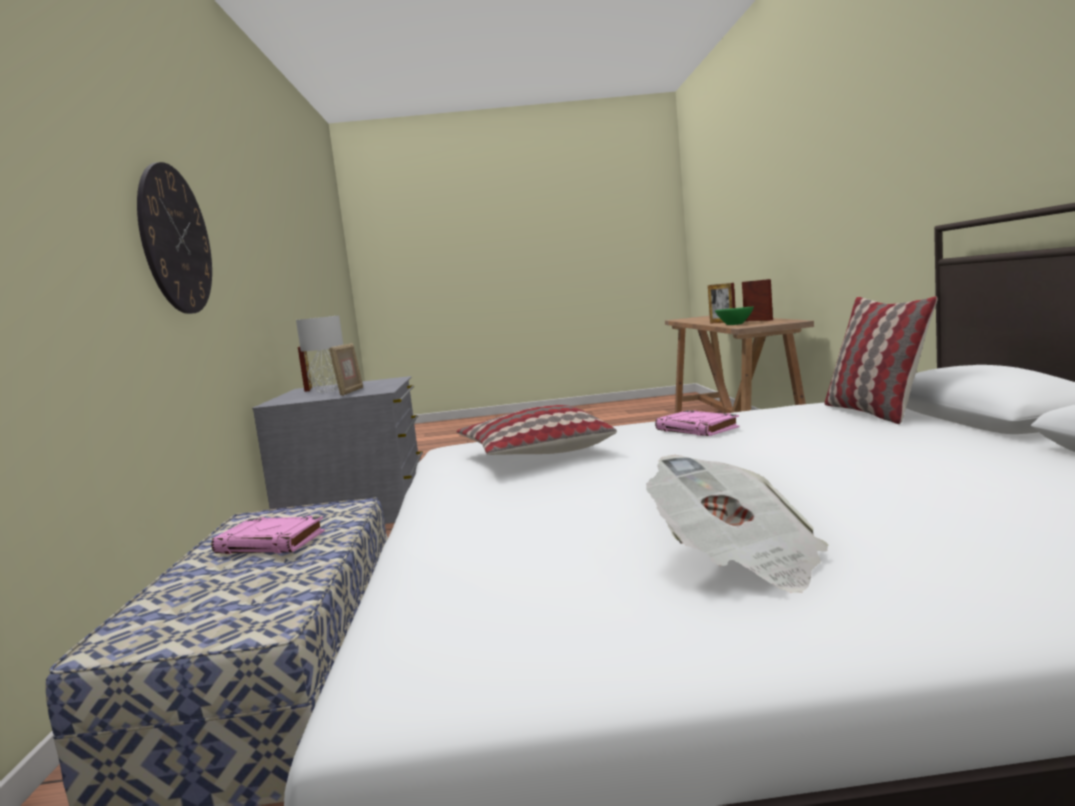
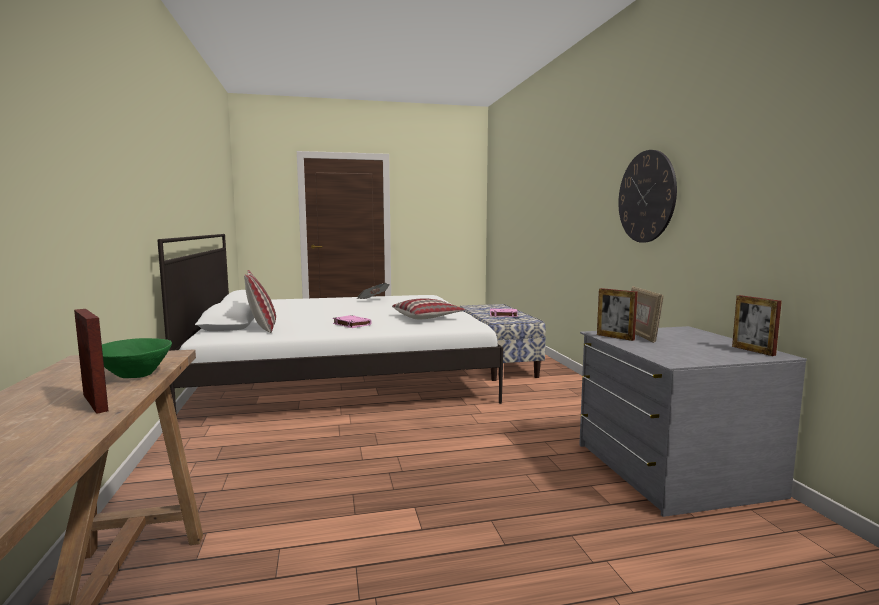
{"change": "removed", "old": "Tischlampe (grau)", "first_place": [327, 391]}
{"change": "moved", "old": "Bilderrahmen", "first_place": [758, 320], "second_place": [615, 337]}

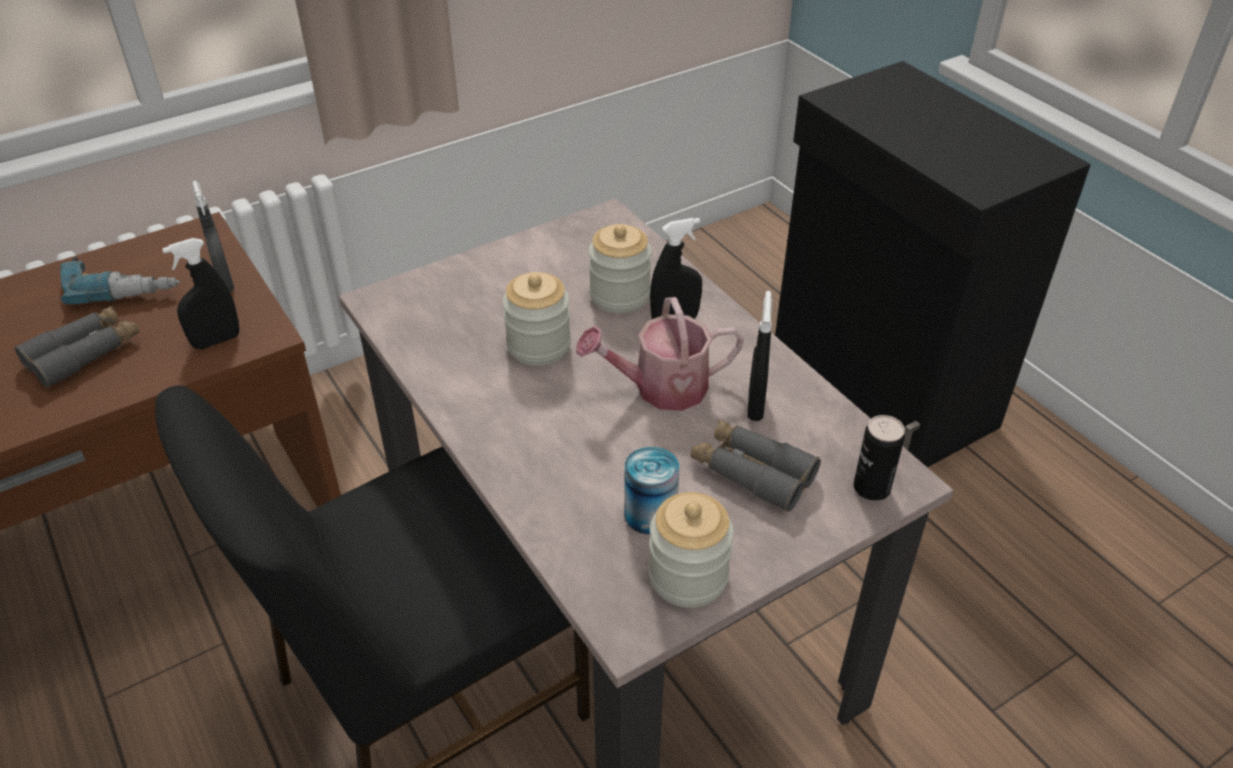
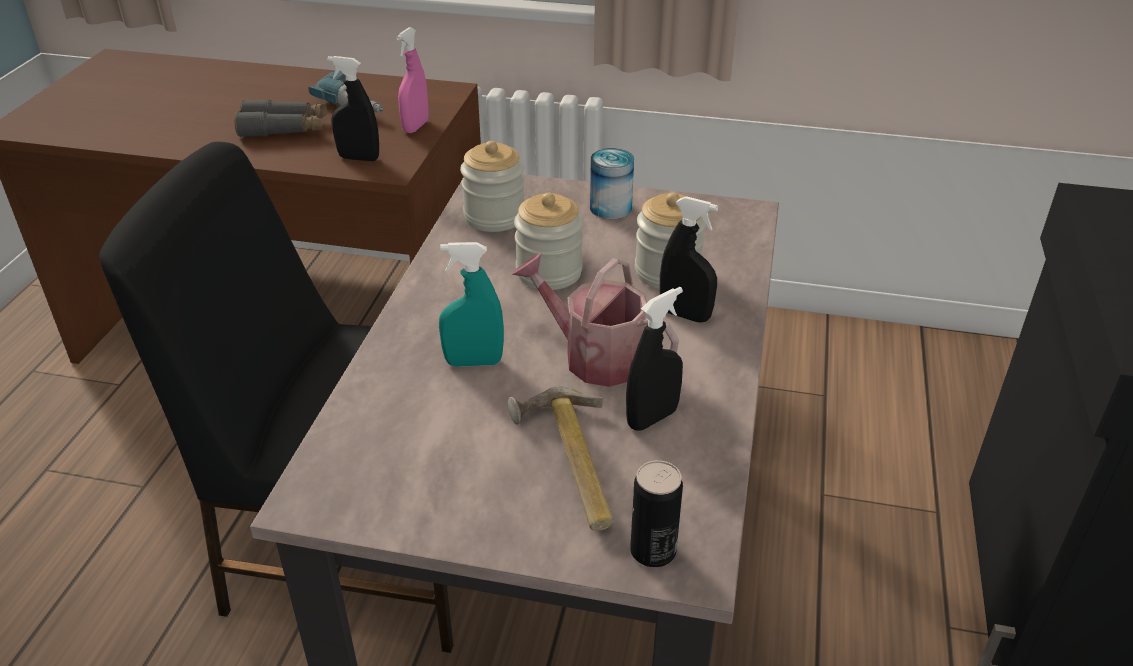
{"change": "recoloured", "old": "Sprühflasche (grau)", "new": "Sprühflasche (rosa)", "first_place": [225, 282], "second_place": [415, 127]}
{"change": "moved", "old": "Dose", "first_place": [650, 514], "second_place": [610, 208]}
{"change": "moved", "old": "Vorratsglas", "first_place": [688, 576], "second_place": [494, 217]}
{"change": "replaced", "old": "Fernglas (grau)", "new": "Hammer", "first_place": [752, 472], "second_place": [568, 464]}
{"change": "added", "new": "Sprühflasche (türkis)", "second_place": [473, 362]}

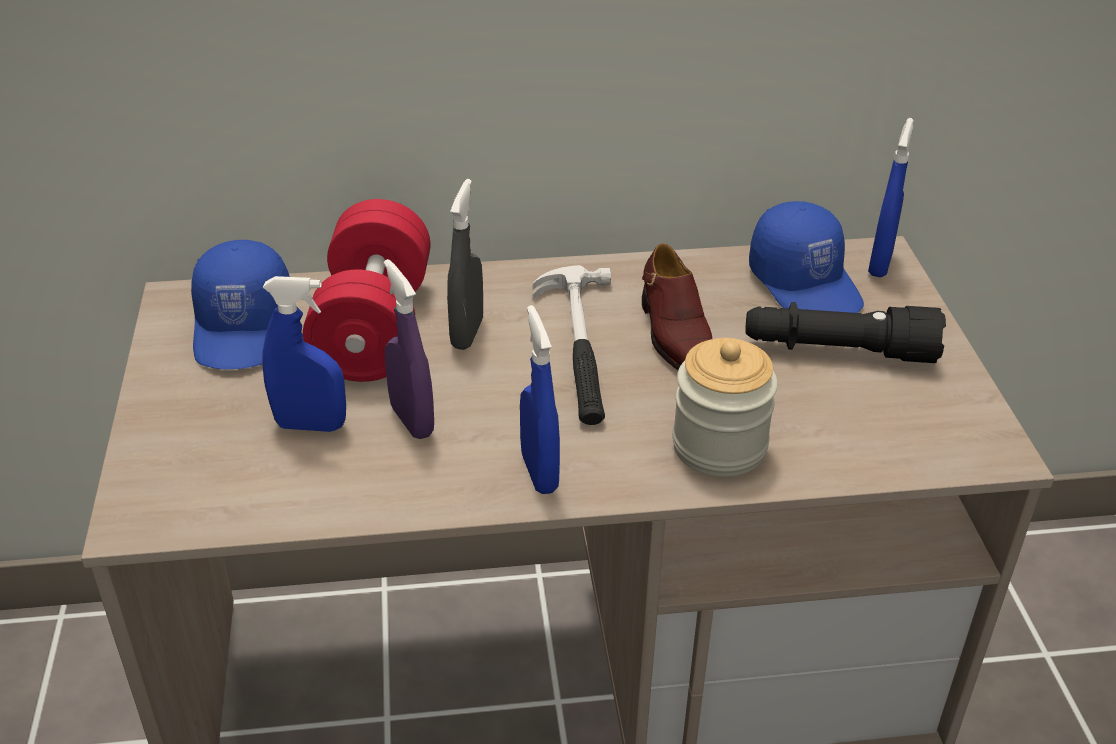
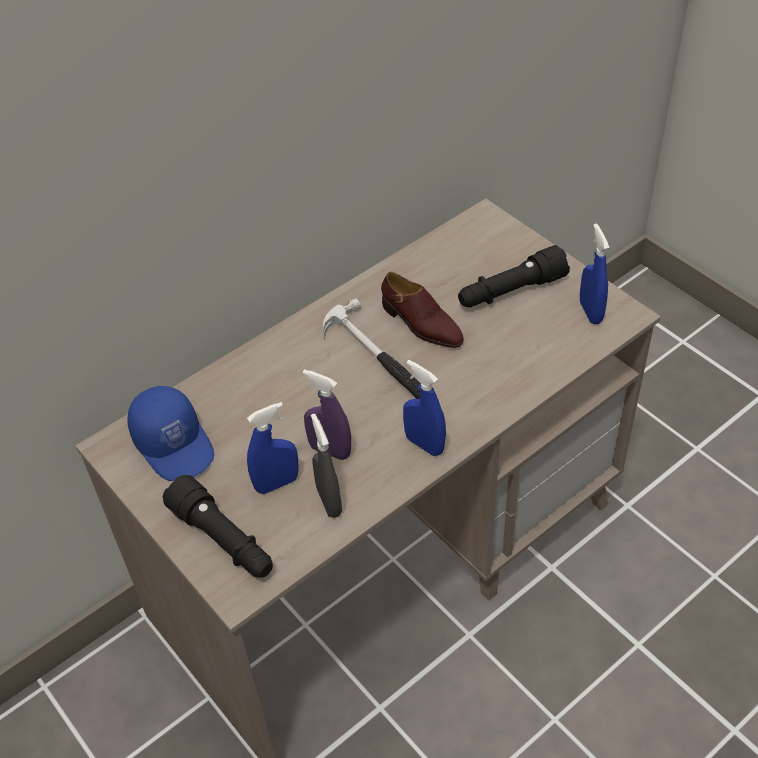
{"change": "removed", "old": "Hantel (rot)", "first_place": [374, 328]}
{"change": "moved", "old": "Sprühflasche (grau)", "first_place": [467, 333], "second_place": [329, 501]}
{"change": "removed", "old": "Vorratsglas", "first_place": [719, 446]}
{"change": "removed", "old": "Kappe (blau)", "first_place": [806, 284]}
{"change": "moved", "old": "Sprühflasche (blau)", "first_place": [880, 264], "second_place": [590, 312]}
{"change": "added", "new": "Taschenlampe (schwarz)", "second_place": [223, 540]}

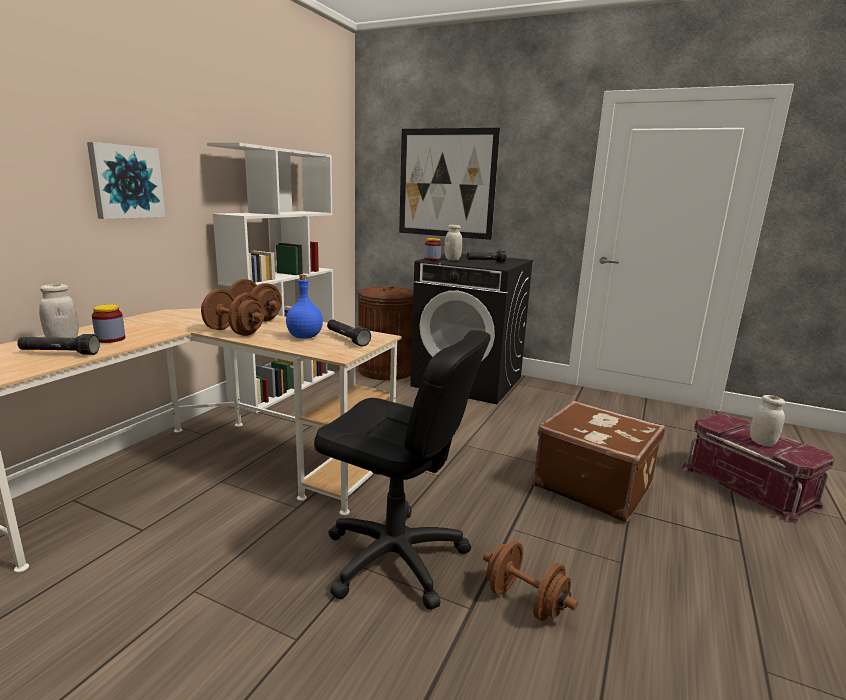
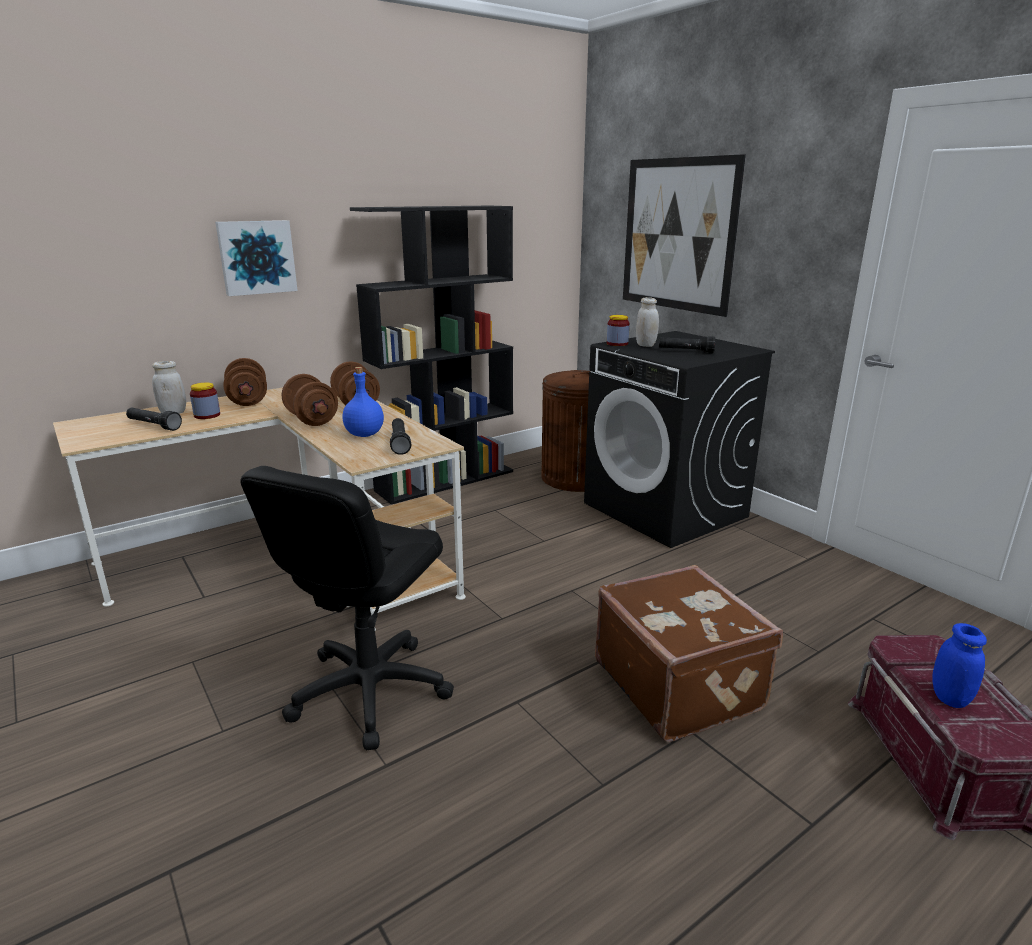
{"change": "recoloured", "old": "Bücherregal (weiß)", "new": "Bücherregal (schwarz)", "first_place": [285, 387], "second_place": [446, 480]}
{"change": "turned", "old": "Bürostuhl (schwarz)", "first_place": [395, 558], "second_place": [369, 690], "degrees": 60}
{"change": "moved", "old": "Hantel (braun)", "first_place": [525, 601], "second_place": [248, 400]}
{"change": "recoloured", "old": "Vorratsglas (weiß)", "new": "Vorratsglas (blau)", "first_place": [762, 443], "second_place": [949, 698]}

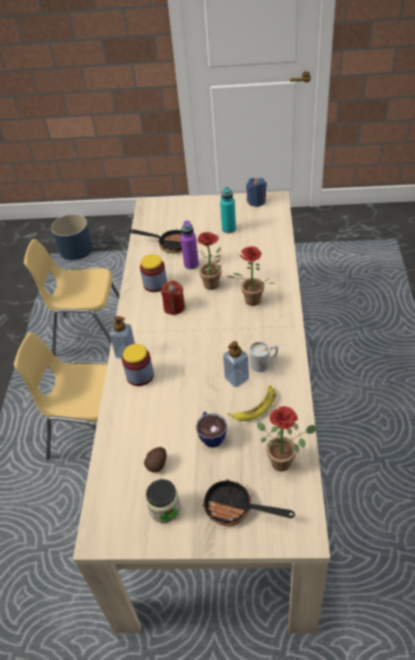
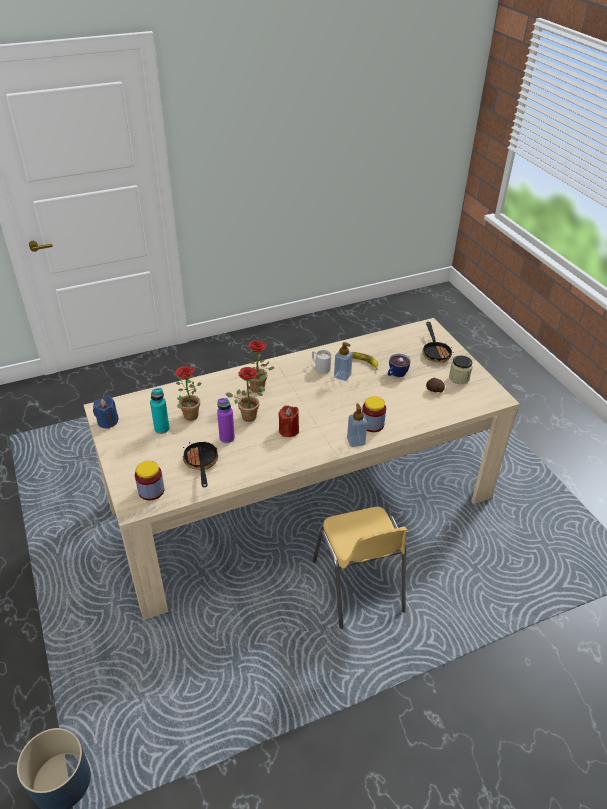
{"change": "removed", "old": "Stuhl (gelb)", "first_place": [91, 335]}
{"change": "moved", "old": "Vorratsglas", "first_place": [155, 284], "second_place": [151, 491]}
{"change": "moved", "old": "Topfpflanze", "first_place": [284, 460], "second_place": [188, 414]}

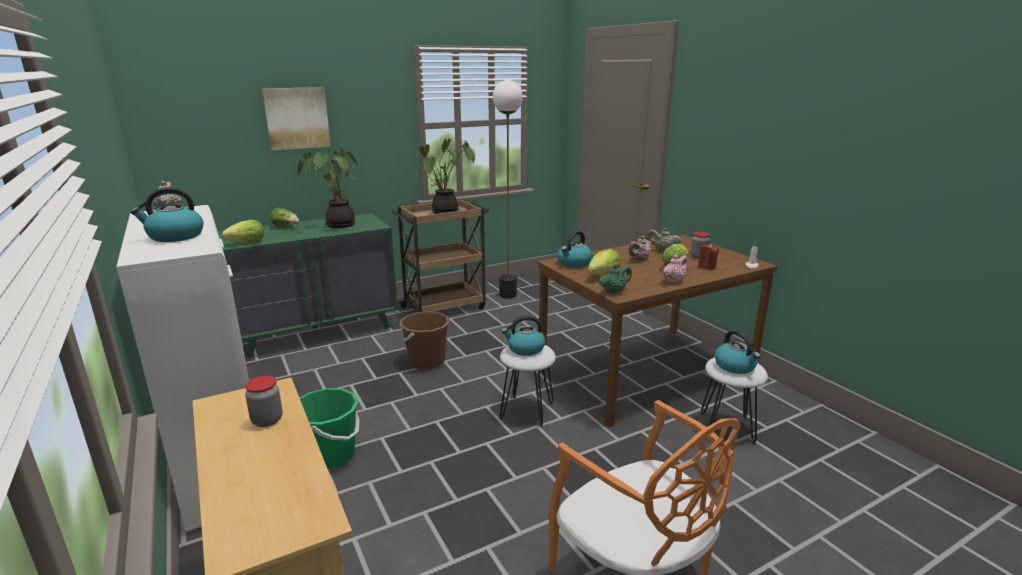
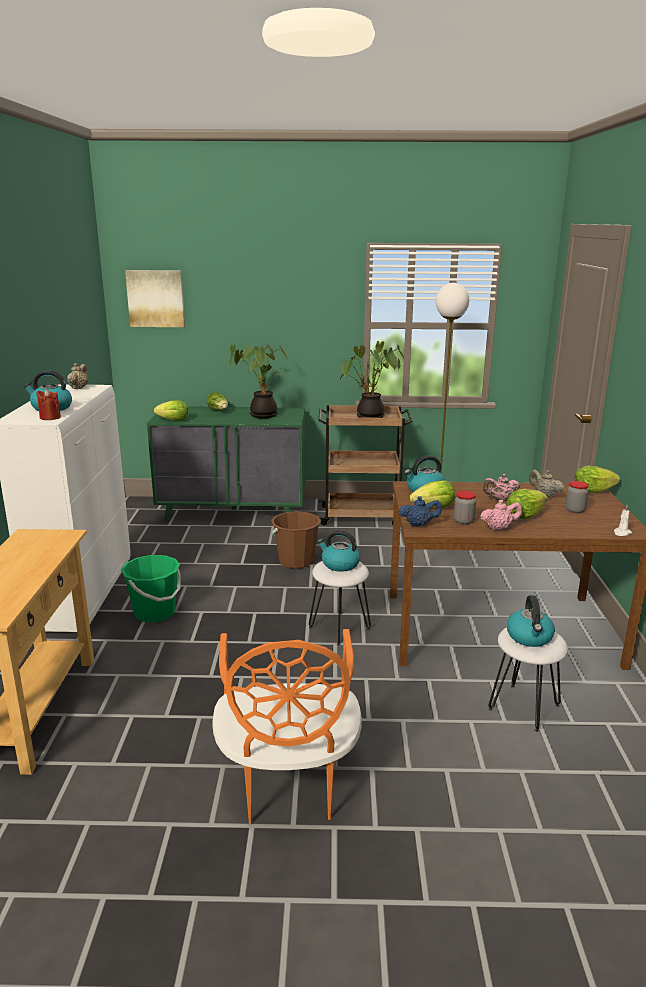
{"change": "moved", "old": "Vorratsglas", "first_place": [267, 420], "second_place": [463, 521]}
{"change": "moved", "old": "Bild", "first_place": [297, 118], "second_place": [156, 298]}
{"change": "recoloured", "old": "Teekanne (grün)", "new": "Teekanne (blau)", "first_place": [614, 291], "second_place": [419, 524]}
{"change": "moved", "old": "Kerze (rot)", "first_place": [707, 267], "second_place": [50, 417]}
{"change": "added", "new": "Salatkopf", "second_place": [592, 491]}

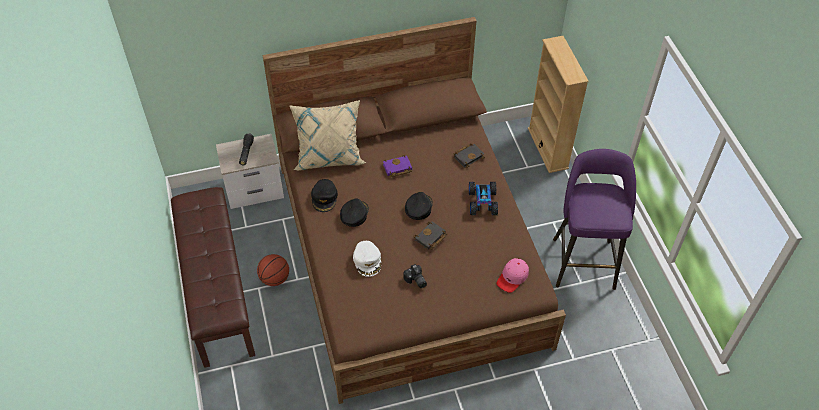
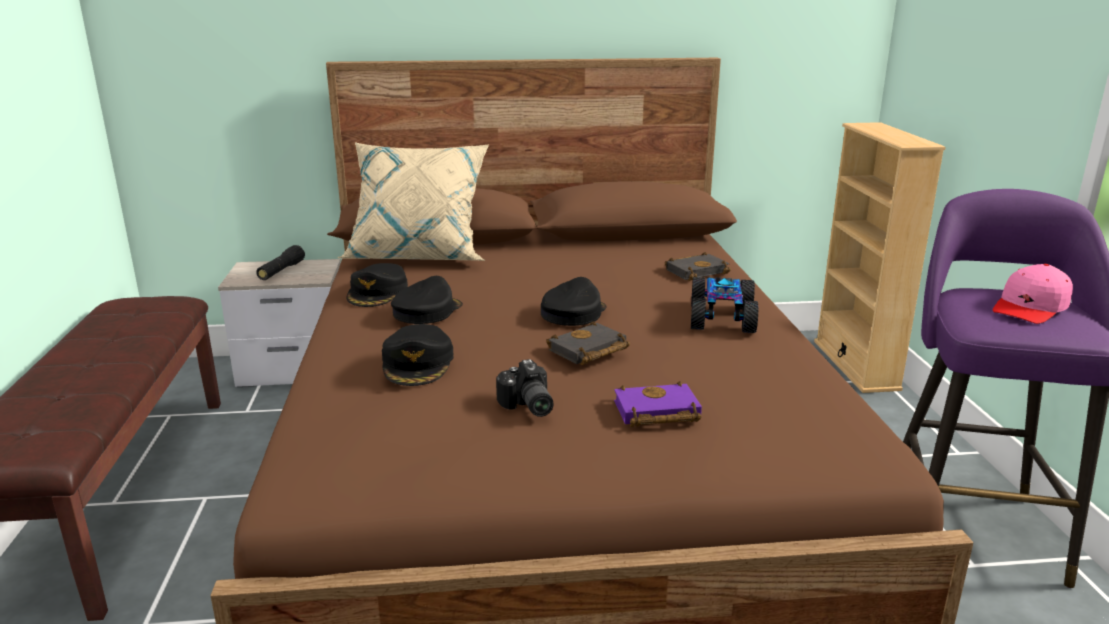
{"change": "removed", "old": "Basketball", "first_place": [274, 278]}
{"change": "recoloured", "old": "Kappe (weiß)", "new": "Kappe (schwarz)", "first_place": [367, 260], "second_place": [418, 363]}
{"change": "moved", "old": "Buch (lila)", "first_place": [397, 168], "second_place": [655, 413]}
{"change": "moved", "old": "Kappe (rosa)", "first_place": [512, 277], "second_place": [1030, 308]}

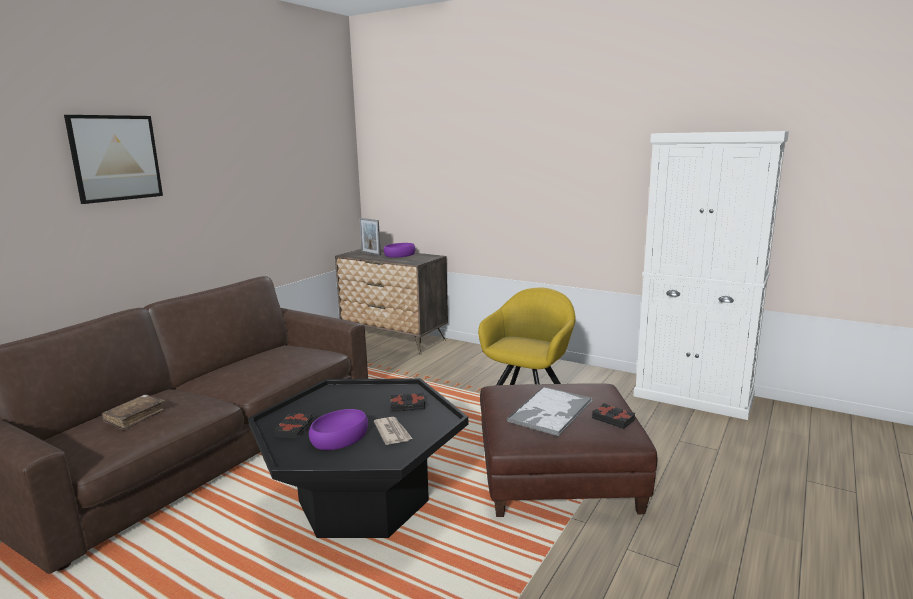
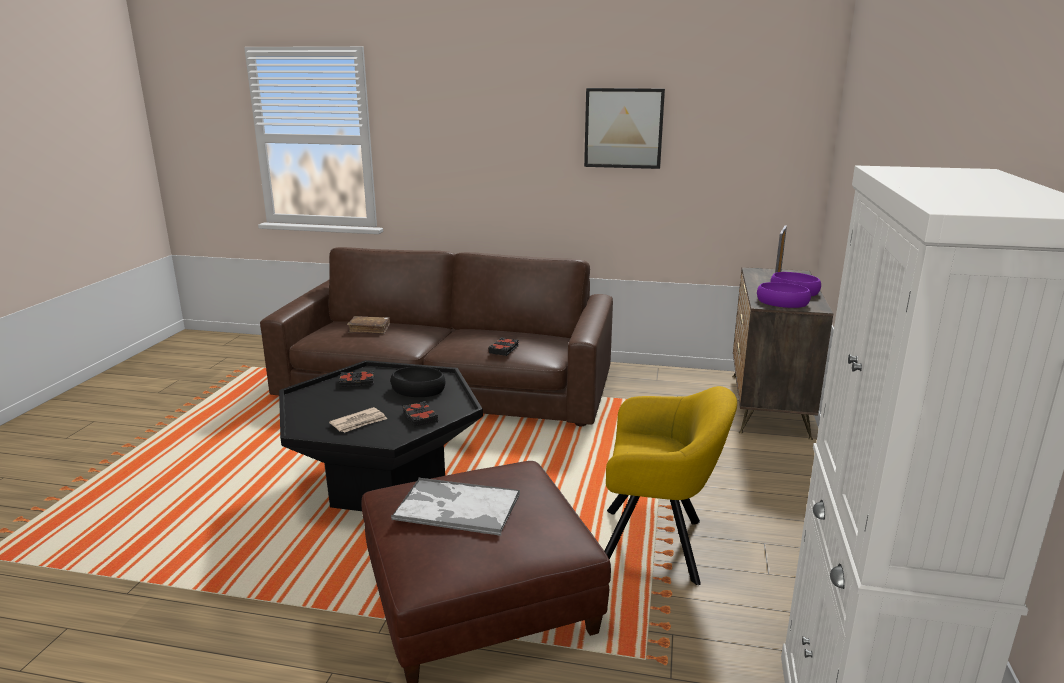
{"change": "moved", "old": "Bild", "first_place": [115, 158], "second_place": [623, 128]}
{"change": "moved", "old": "Schüssel (lila)", "first_place": [339, 437], "second_place": [783, 302]}
{"change": "moved", "old": "Buch (schwarz)", "first_place": [613, 419], "second_place": [504, 349]}
{"change": "added", "new": "Schüssel (schwarz)", "second_place": [419, 389]}

